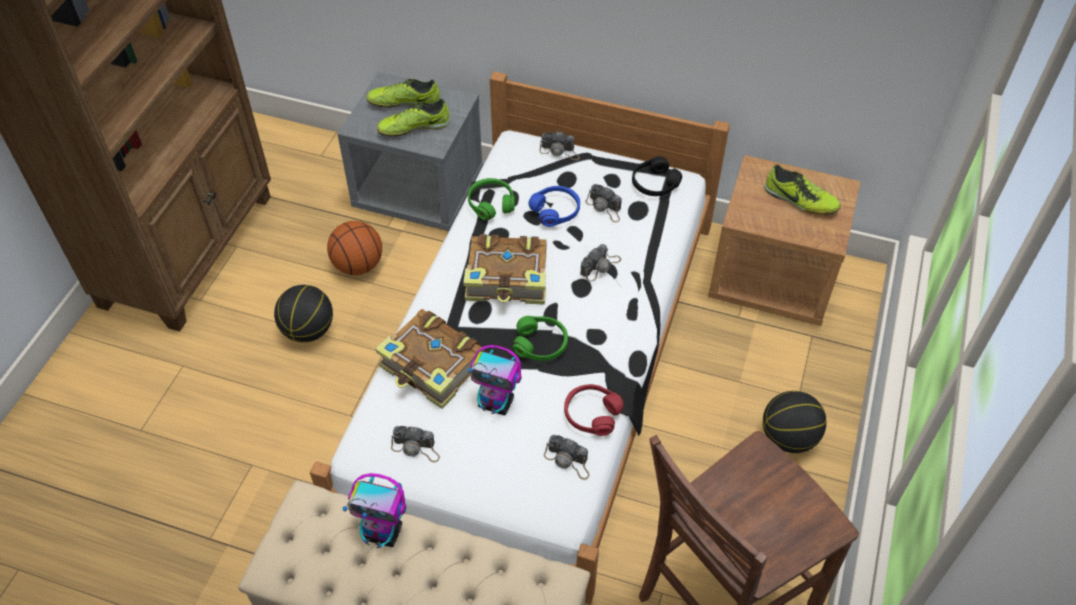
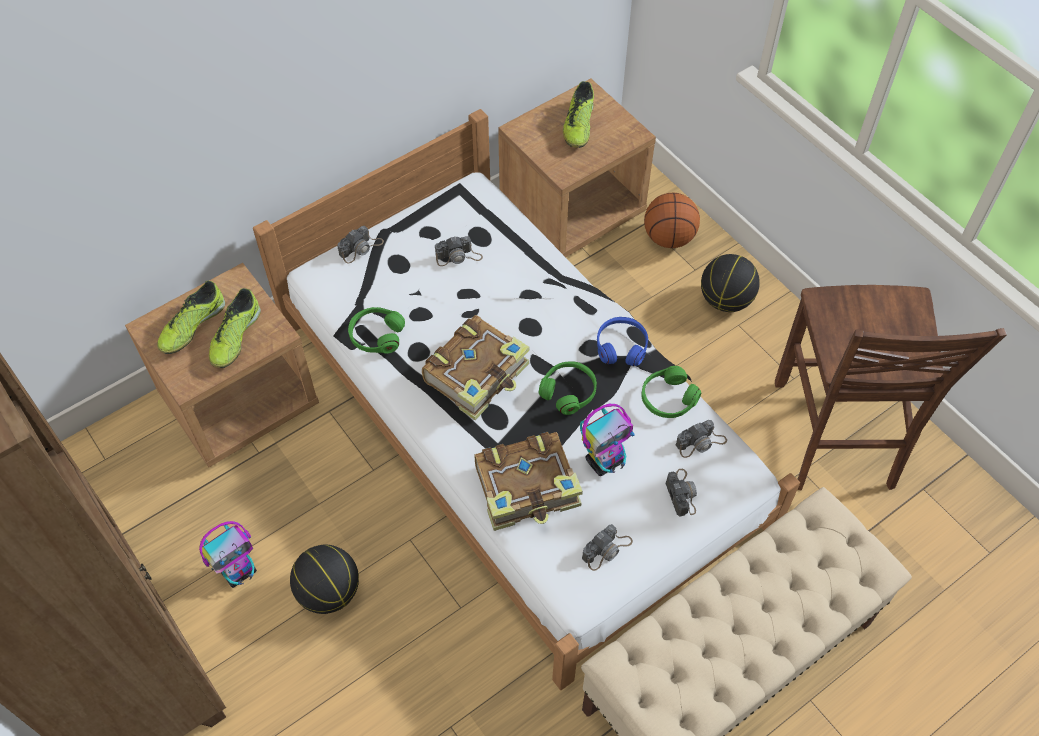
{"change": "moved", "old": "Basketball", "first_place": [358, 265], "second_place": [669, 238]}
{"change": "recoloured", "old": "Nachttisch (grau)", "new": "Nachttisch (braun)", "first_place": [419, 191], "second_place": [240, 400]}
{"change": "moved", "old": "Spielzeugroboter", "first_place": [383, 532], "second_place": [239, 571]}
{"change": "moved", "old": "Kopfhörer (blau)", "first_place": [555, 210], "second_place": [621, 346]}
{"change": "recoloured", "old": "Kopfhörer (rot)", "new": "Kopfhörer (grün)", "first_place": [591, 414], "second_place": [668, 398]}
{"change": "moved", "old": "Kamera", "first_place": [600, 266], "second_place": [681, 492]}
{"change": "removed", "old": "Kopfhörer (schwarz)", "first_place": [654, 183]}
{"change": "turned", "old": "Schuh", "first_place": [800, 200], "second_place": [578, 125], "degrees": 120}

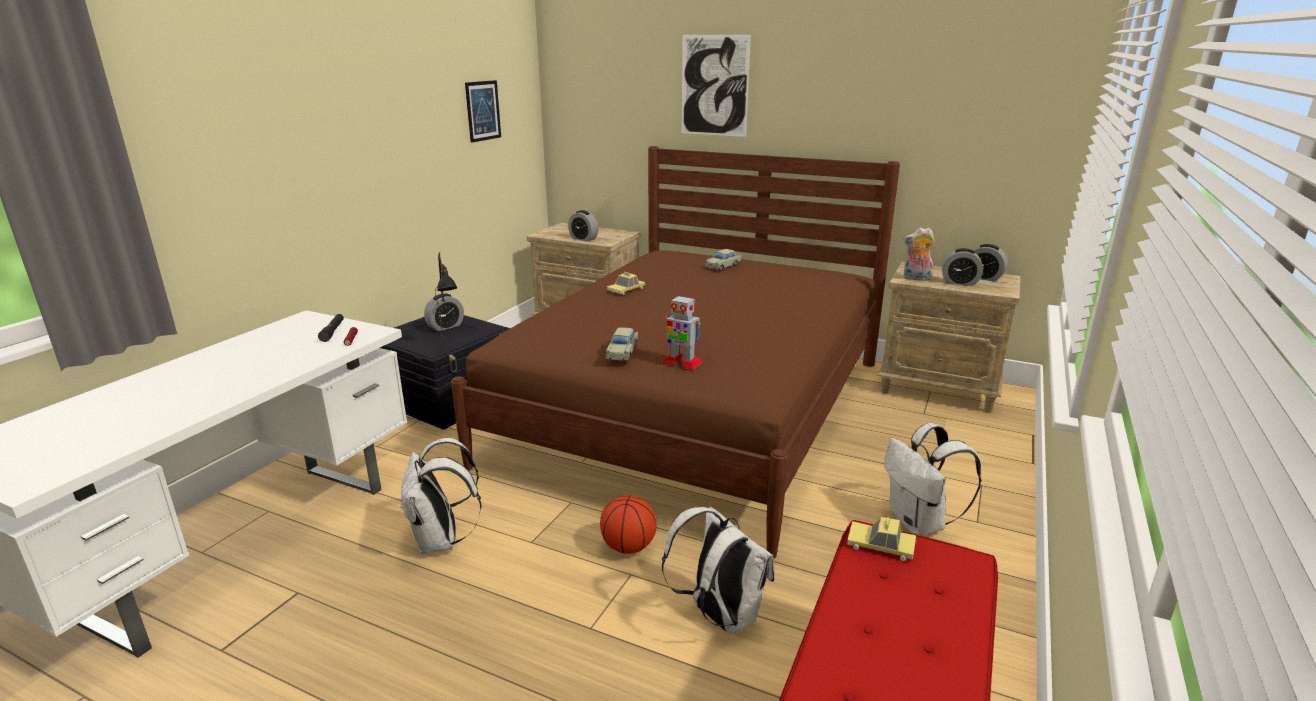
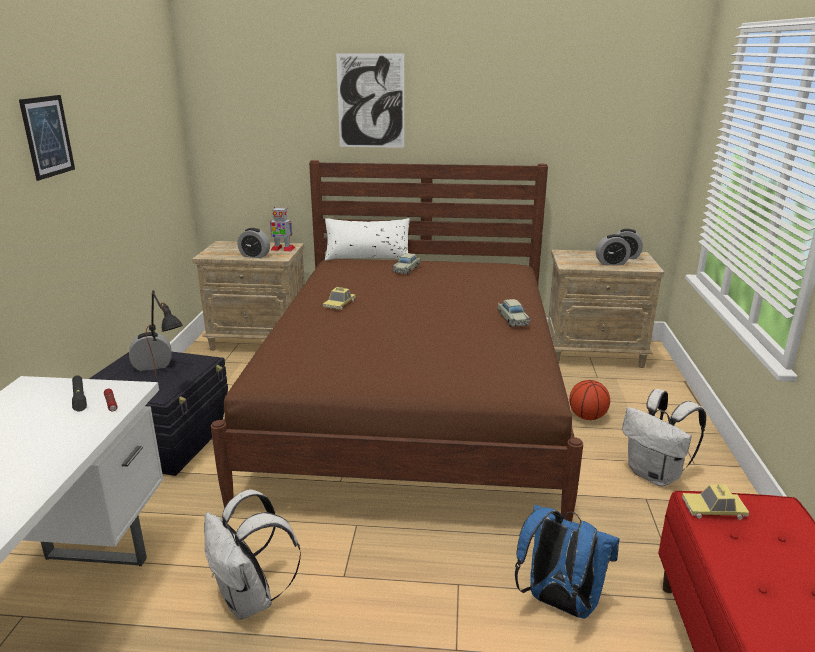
{"change": "turned", "old": "Wecker", "first_place": [445, 326], "second_place": [152, 366], "degrees": -135}
{"change": "moved", "old": "Bild", "first_place": [483, 111], "second_place": [47, 136]}
{"change": "moved", "old": "Basketball", "first_place": [628, 547], "second_place": [587, 417]}
{"change": "moved", "old": "Spielzeugauto (beige)", "first_place": [622, 352], "second_place": [513, 319]}
{"change": "moved", "old": "Spielzeugroboter", "first_place": [681, 362], "second_place": [282, 249]}
{"change": "recoloured", "old": "Rucksack (weiß)", "new": "Rucksack (blau)", "first_place": [719, 615], "second_place": [558, 603]}
{"change": "removed", "old": "Plüschtier", "first_place": [915, 278]}
{"change": "added", "new": "Kissen (weiß)", "second_place": [367, 257]}

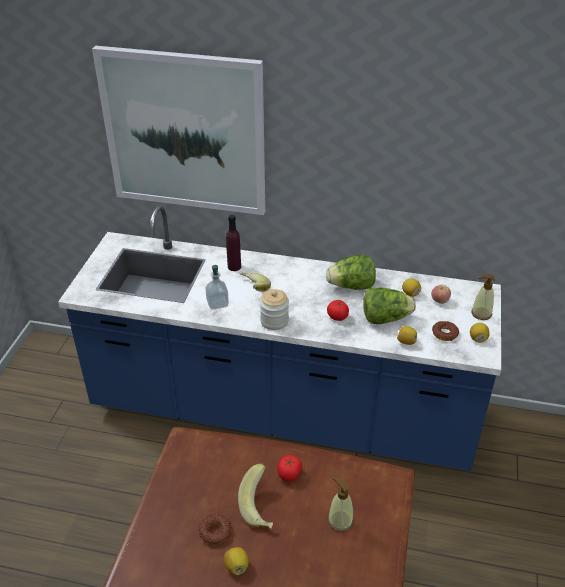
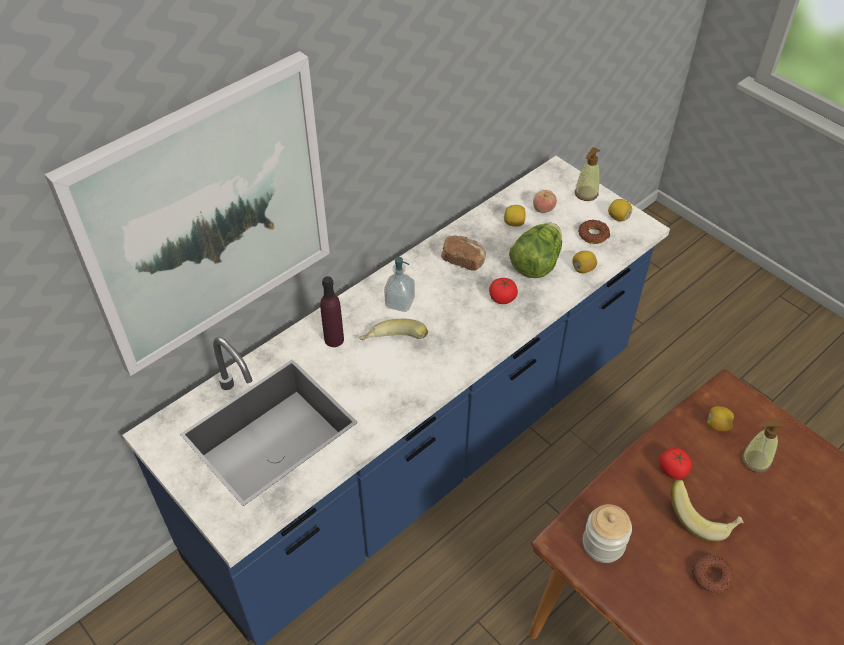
{"change": "moved", "old": "Seifenspender", "first_place": [217, 303], "second_place": [399, 302]}
{"change": "moved", "old": "Zitrone", "first_place": [236, 566], "second_place": [717, 425]}
{"change": "moved", "old": "Vorratsglas", "first_place": [274, 321], "second_place": [603, 544]}
{"change": "replaced", "old": "Salatkopf", "new": "Brot", "first_place": [351, 286], "second_place": [463, 260]}

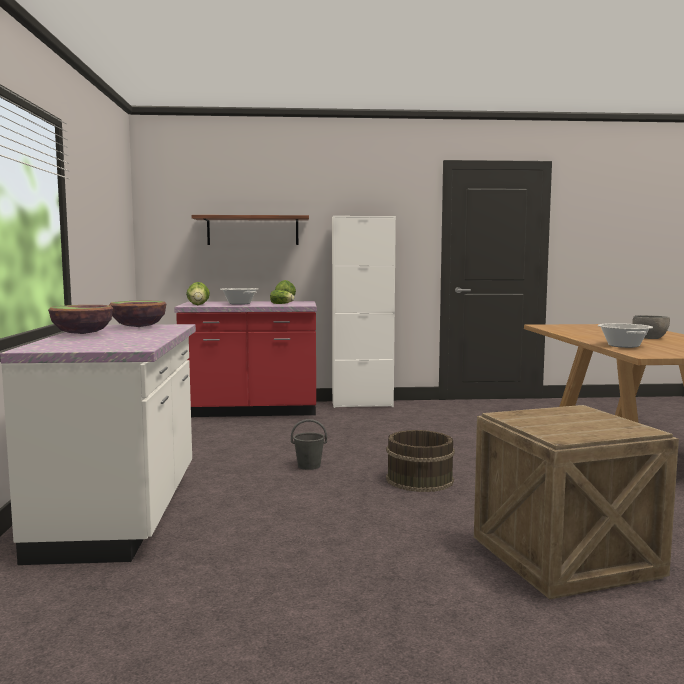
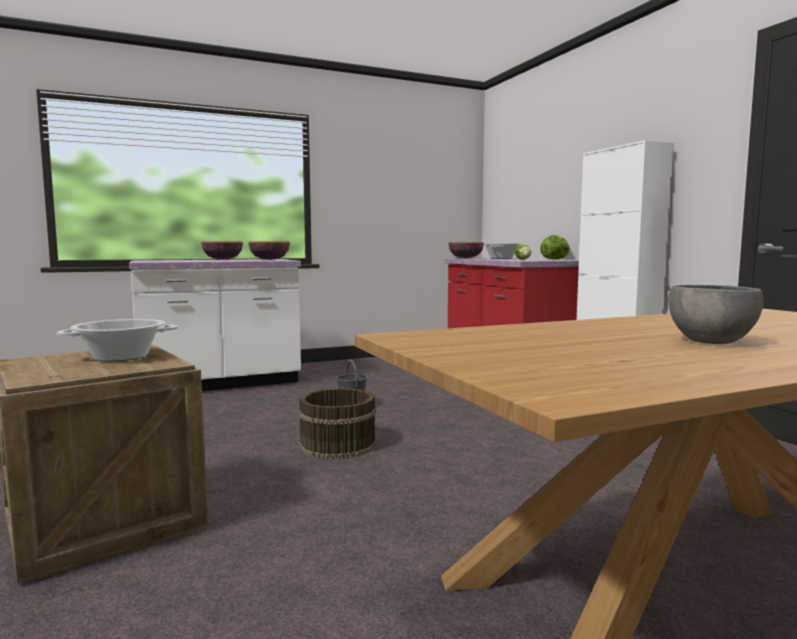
{"change": "replaced", "old": "Salatkopf", "new": "Schüssel", "first_place": [198, 305], "second_place": [465, 258]}
{"change": "removed", "old": "Wandregal", "first_place": [253, 231]}
{"change": "moved", "old": "Kochtopf", "first_place": [624, 346], "second_place": [121, 357]}

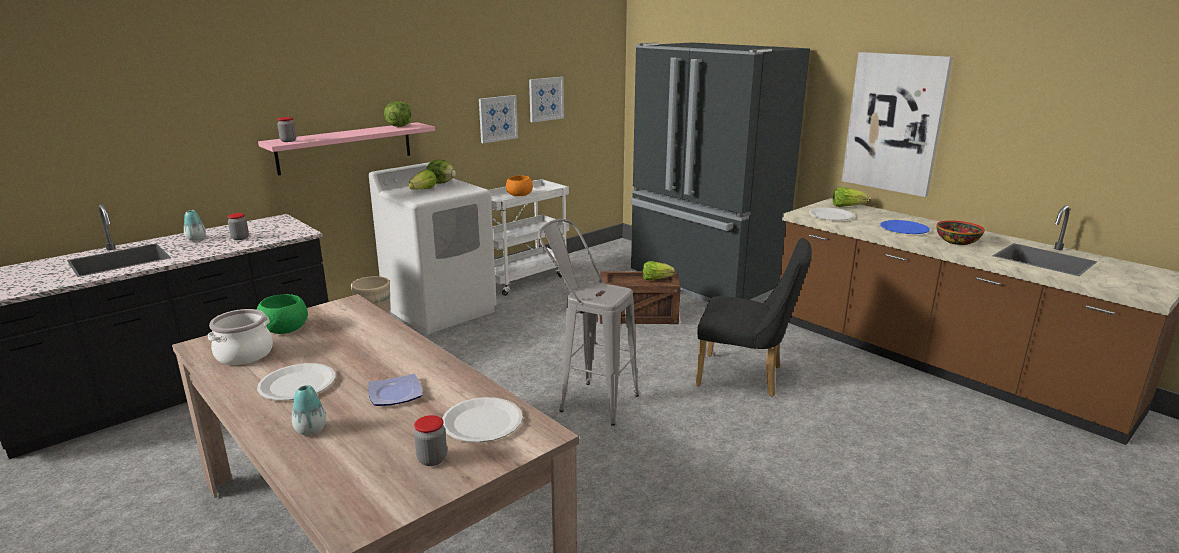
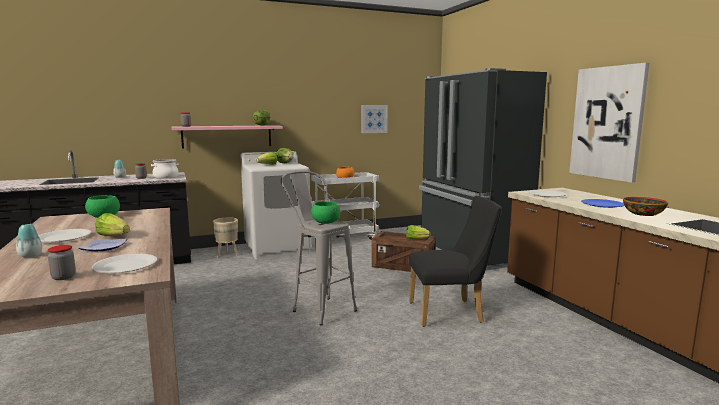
{"change": "moved", "old": "Kochtopf", "first_place": [244, 354], "second_place": [166, 177]}
{"change": "removed", "old": "Bild", "first_place": [497, 118]}
{"change": "turned", "old": "Stuhl (schwarz)", "first_place": [746, 377], "second_place": [451, 312], "degrees": -45}
{"change": "moved", "old": "Salatkopf", "first_place": [846, 206], "second_place": [113, 236]}
{"change": "added", "new": "Schüssel (grün)", "second_place": [326, 222]}

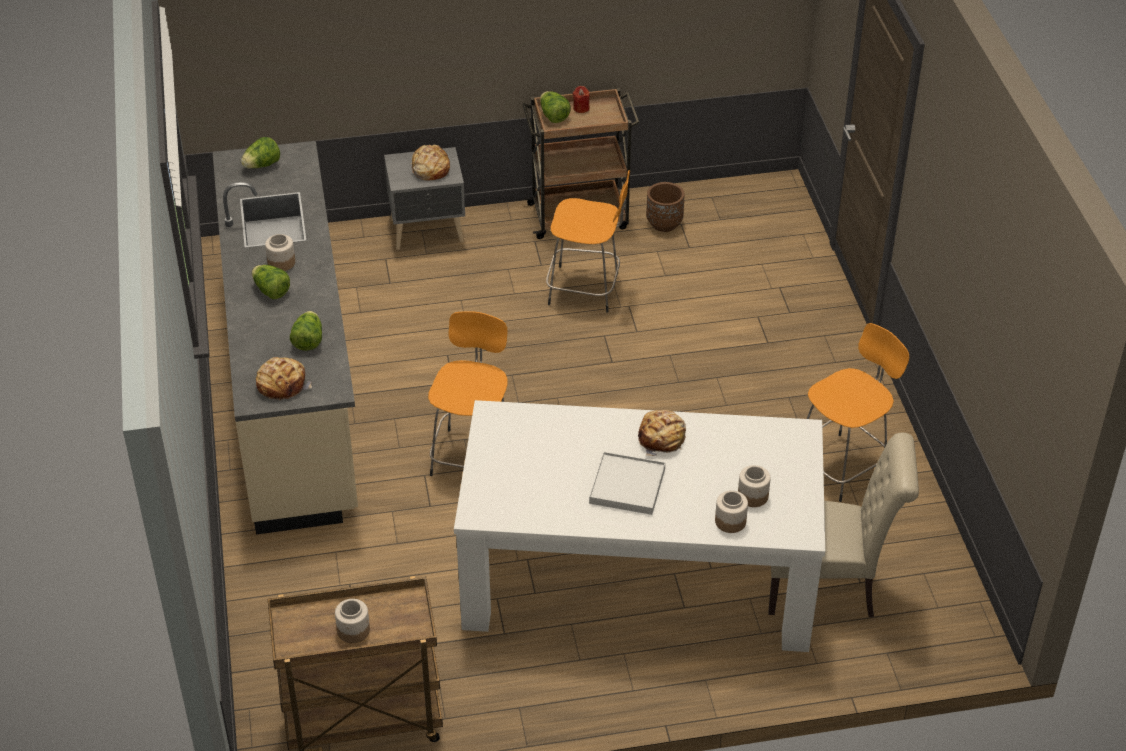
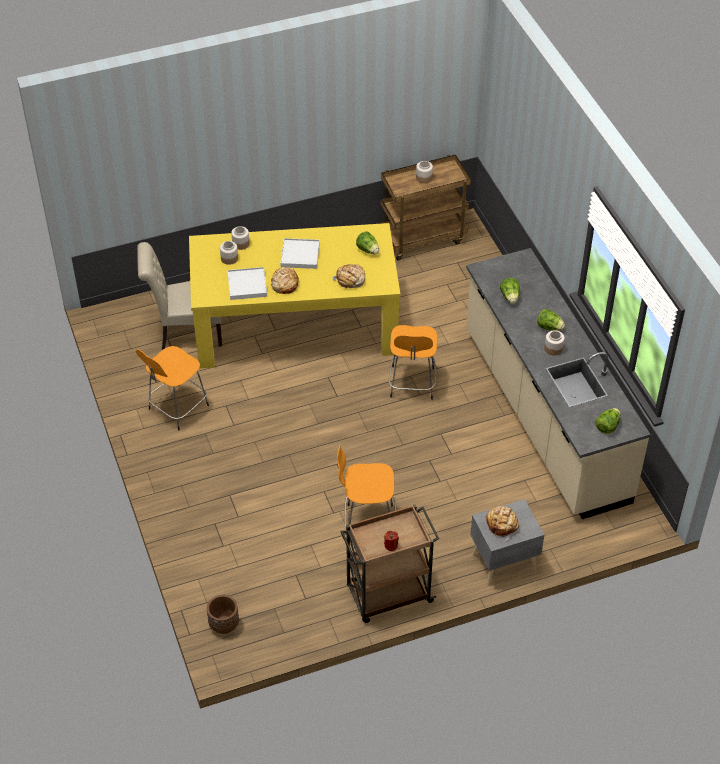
{"change": "moved", "old": "Brot", "first_place": [282, 384], "second_place": [350, 280]}
{"change": "recoloured", "old": "Esstisch (weiß)", "new": "Esstisch (gelb)", "first_place": [638, 575], "second_place": [295, 326]}
{"change": "moved", "old": "Salatkopf", "first_place": [553, 116], "second_place": [368, 250]}
{"change": "moved", "old": "Pflanzkübel (braun)", "first_place": [664, 224], "second_place": [224, 625]}
{"change": "added", "new": "Tablett (weiß)", "second_place": [247, 285]}

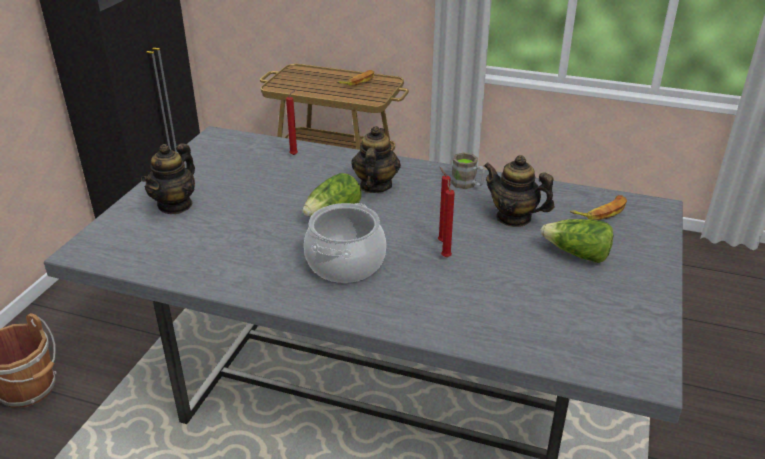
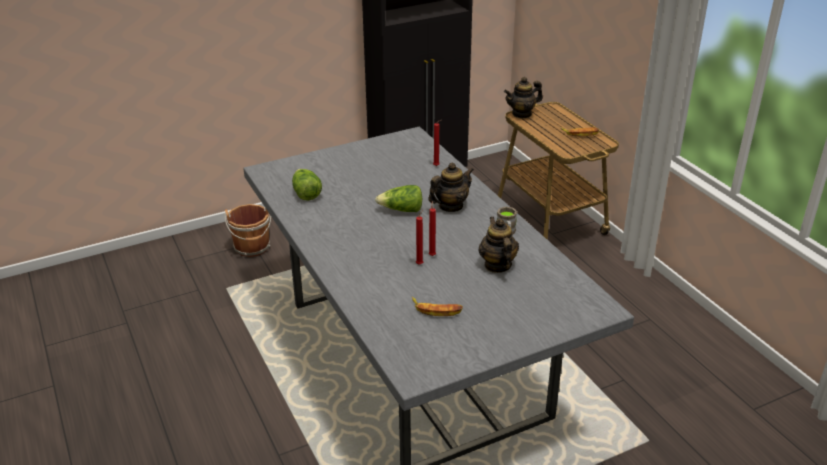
{"change": "moved", "old": "Teekanne", "first_place": [175, 205], "second_place": [522, 114]}
{"change": "removed", "old": "Kochtopf", "first_place": [346, 263]}
{"change": "moved", "old": "Salatkopf", "first_place": [577, 254], "second_place": [306, 193]}
{"change": "moved", "old": "Banane", "first_place": [601, 211], "second_place": [436, 309]}

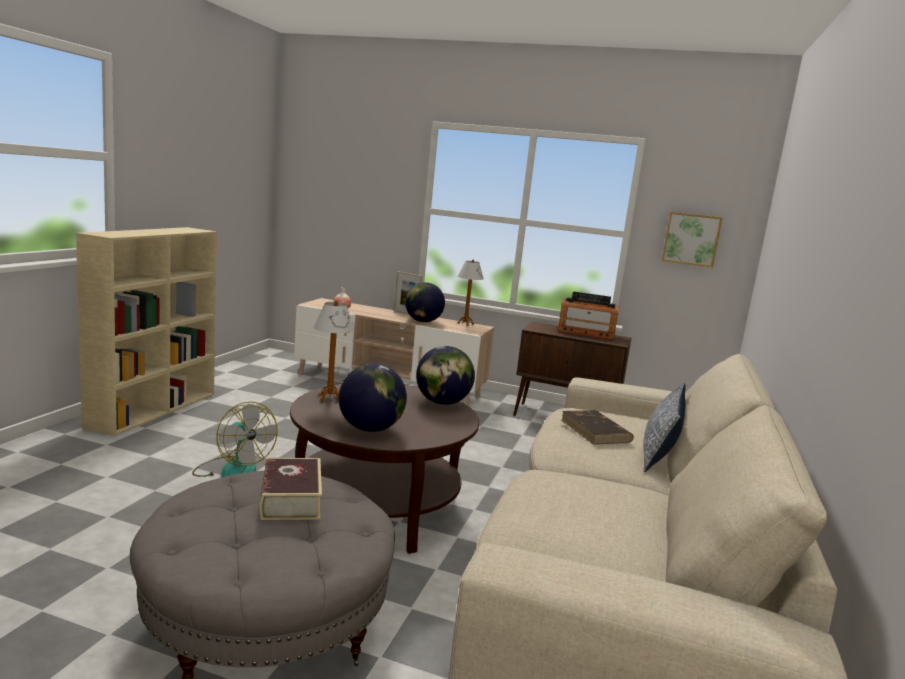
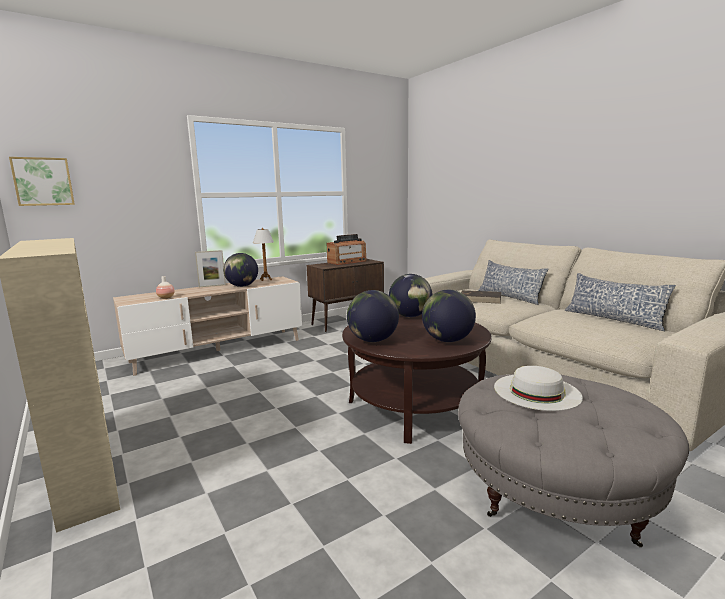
{"change": "removed", "old": "Ventilator", "first_place": [233, 470]}
{"change": "replaced", "old": "Buch", "new": "Hut (weiß)", "first_place": [291, 499], "second_place": [537, 391]}
{"change": "replaced", "old": "Tischlampe", "new": "Globus", "first_place": [329, 398], "second_place": [372, 340]}
{"change": "moved", "old": "Bild", "first_place": [691, 239], "second_place": [43, 181]}
{"change": "added", "new": "Kissen", "second_place": [613, 319]}

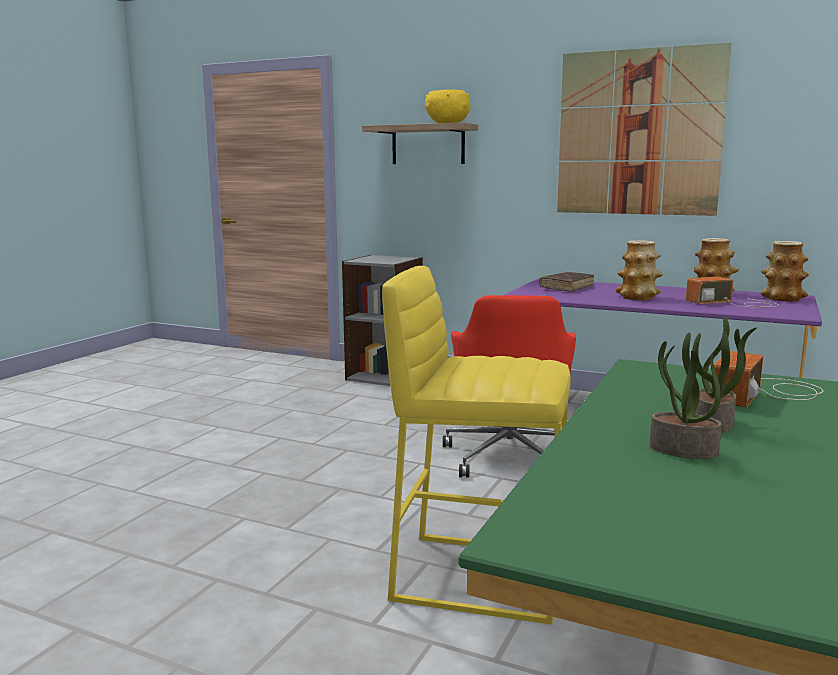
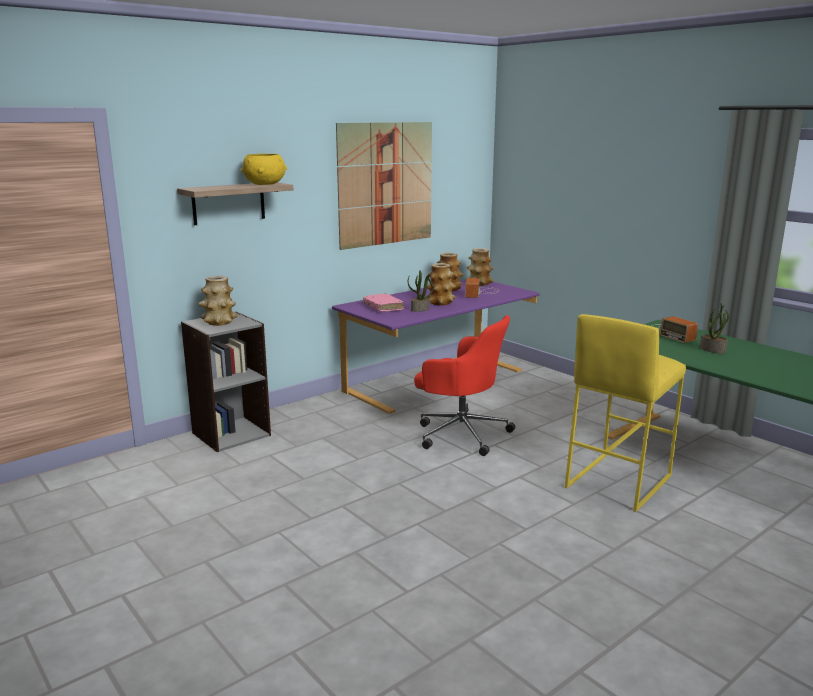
{"change": "recoloured", "old": "Buch (braun)", "new": "Buch (rosa)", "first_place": [566, 287], "second_place": [383, 307]}
{"change": "moved", "old": "Topfpflanze", "first_place": [682, 450], "second_place": [420, 309]}
{"change": "added", "new": "Vase", "second_place": [219, 322]}

